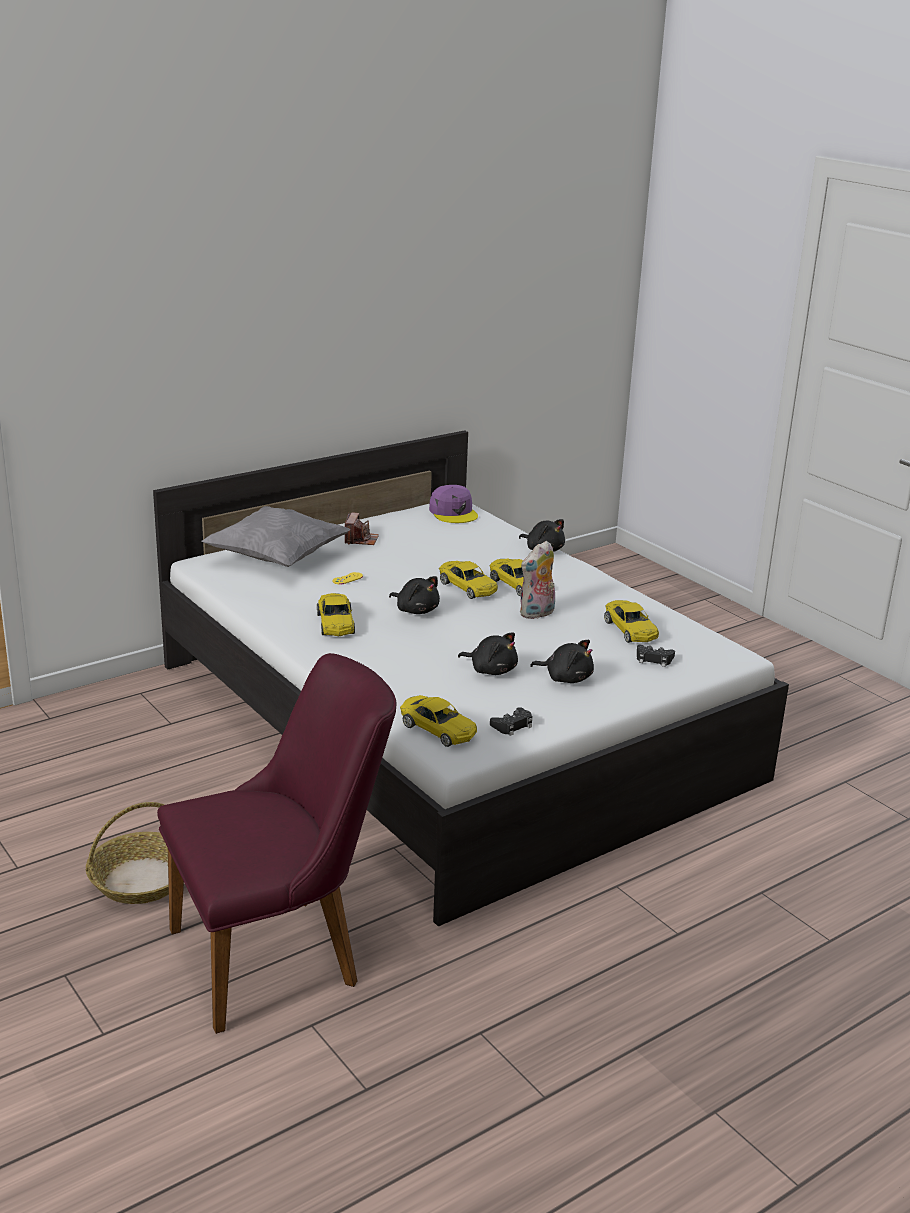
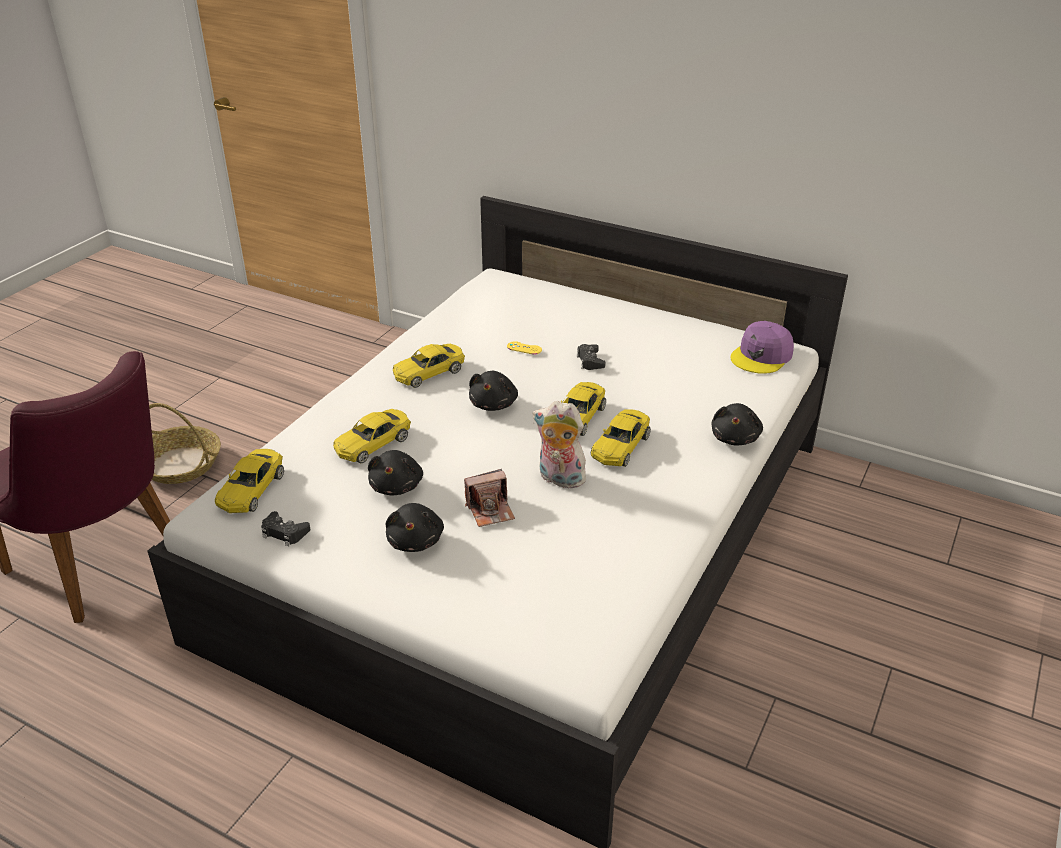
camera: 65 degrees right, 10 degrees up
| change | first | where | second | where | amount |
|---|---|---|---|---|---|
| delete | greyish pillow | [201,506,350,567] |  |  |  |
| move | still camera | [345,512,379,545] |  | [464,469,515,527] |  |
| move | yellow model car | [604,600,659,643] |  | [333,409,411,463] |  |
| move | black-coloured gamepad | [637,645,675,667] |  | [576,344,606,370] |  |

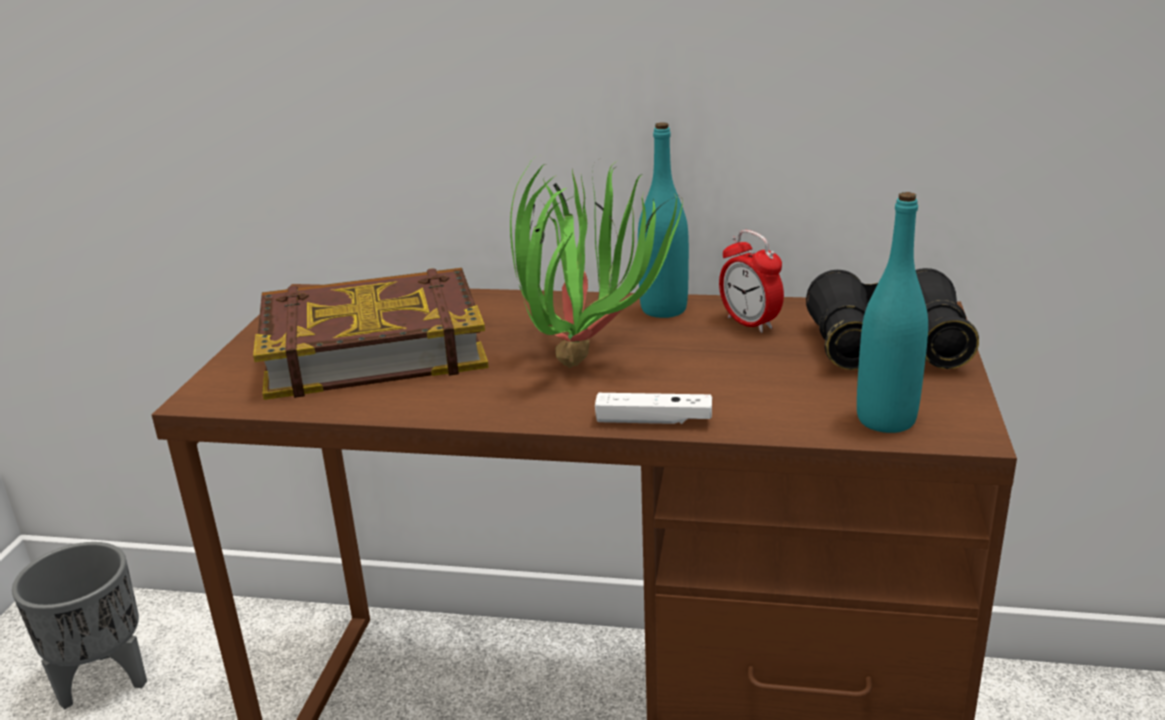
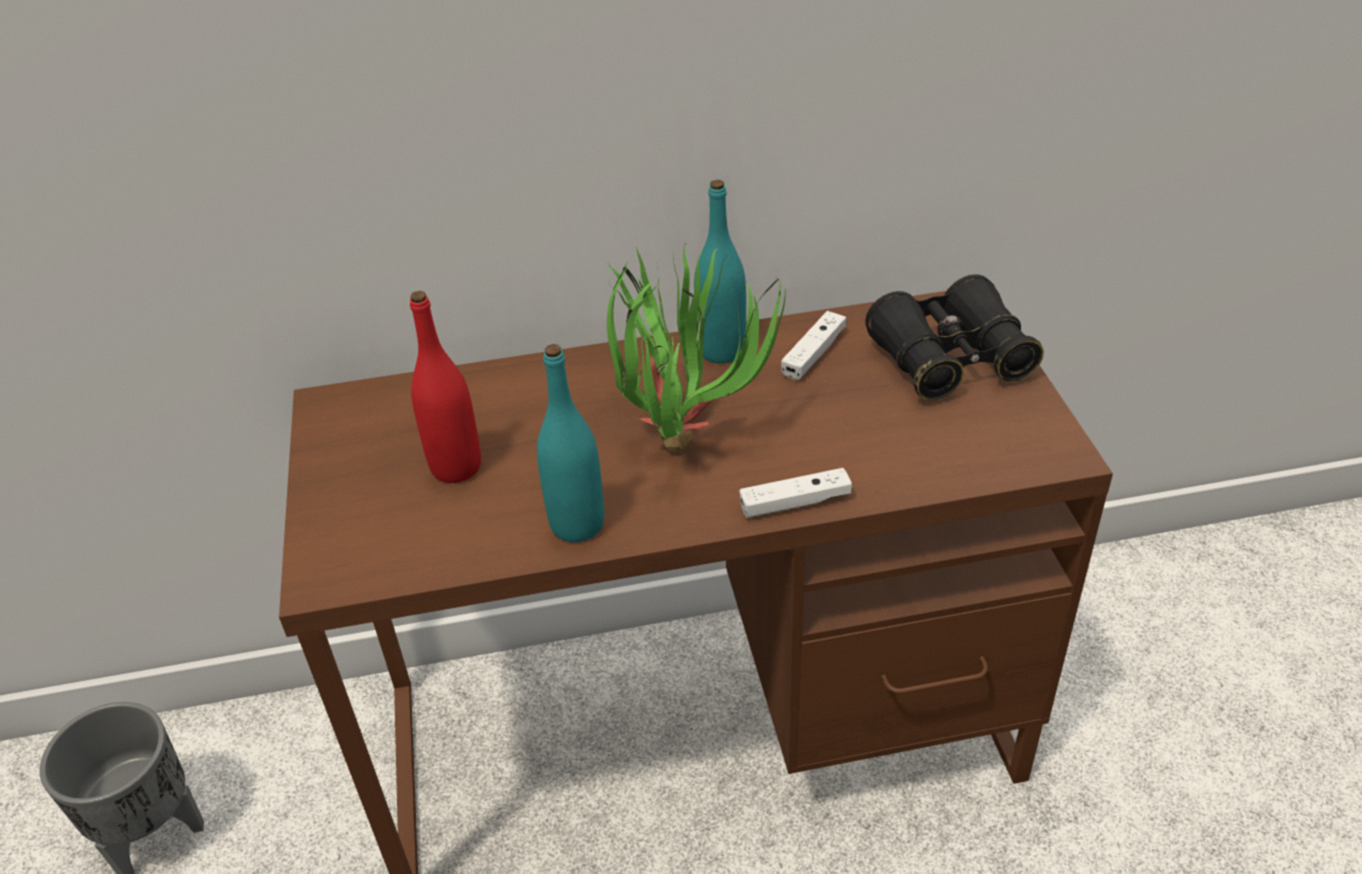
camera: 20 degrees left, 15 degrees up
| change | first | where | second | where | amount |
|---|---|---|---|---|---|
| move | blue-green beverage bottle | [857,192,928,433] |  | [537,344,604,542] |  |
| replace | book | [253,268,489,400] | reddish beverage bottle | [410,291,481,483] |  |
| replace | bedside clock | [719,230,784,333] | white-coloured gamepad | [781,311,846,380] |  |

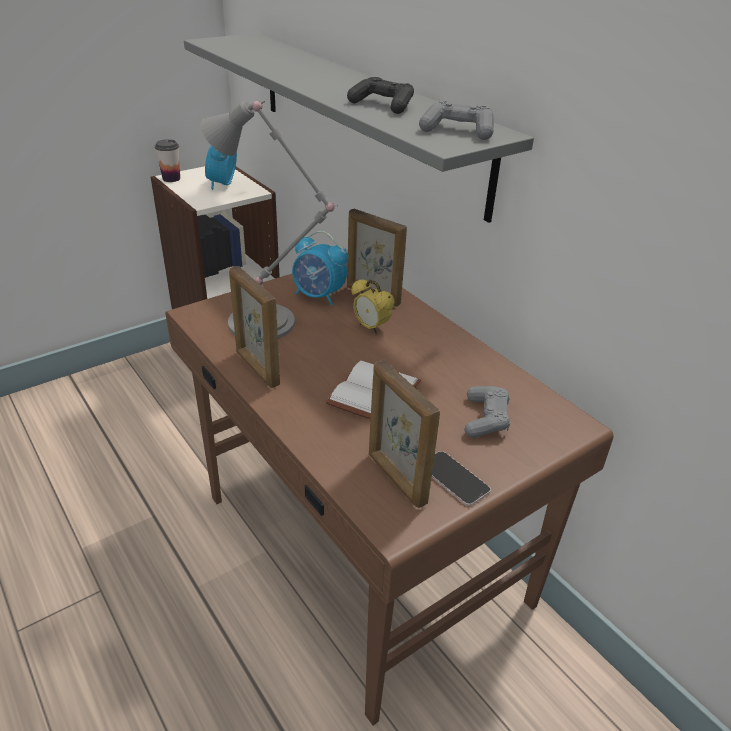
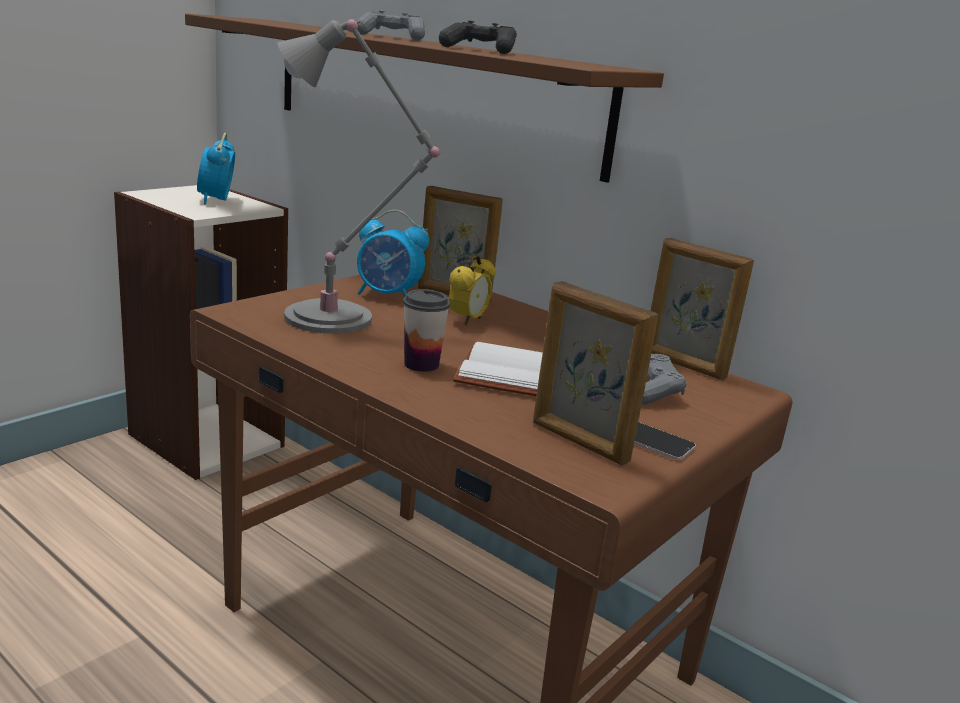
camera: 15 degrees left, 15 degrees down
| change | first | where | second | where | amount |
|---|---|---|---|---|---|
| move | drinking cup | [155,139,180,182] |  | [403,289,450,372] |  |
| move | standing frame | [229,266,280,388] |  | [651,238,754,380] |  |
| move | greyish gamepad | [419,101,494,140] |  | [356,11,425,41] |  |
| recolor | greyish shelf | [184,33,534,223] | brownish shelf | [185,13,664,183] |  |
| rotate | bedside clock | [351,279,395,334] |  | [449,254,495,325] | 90 degrees counterclockwise |

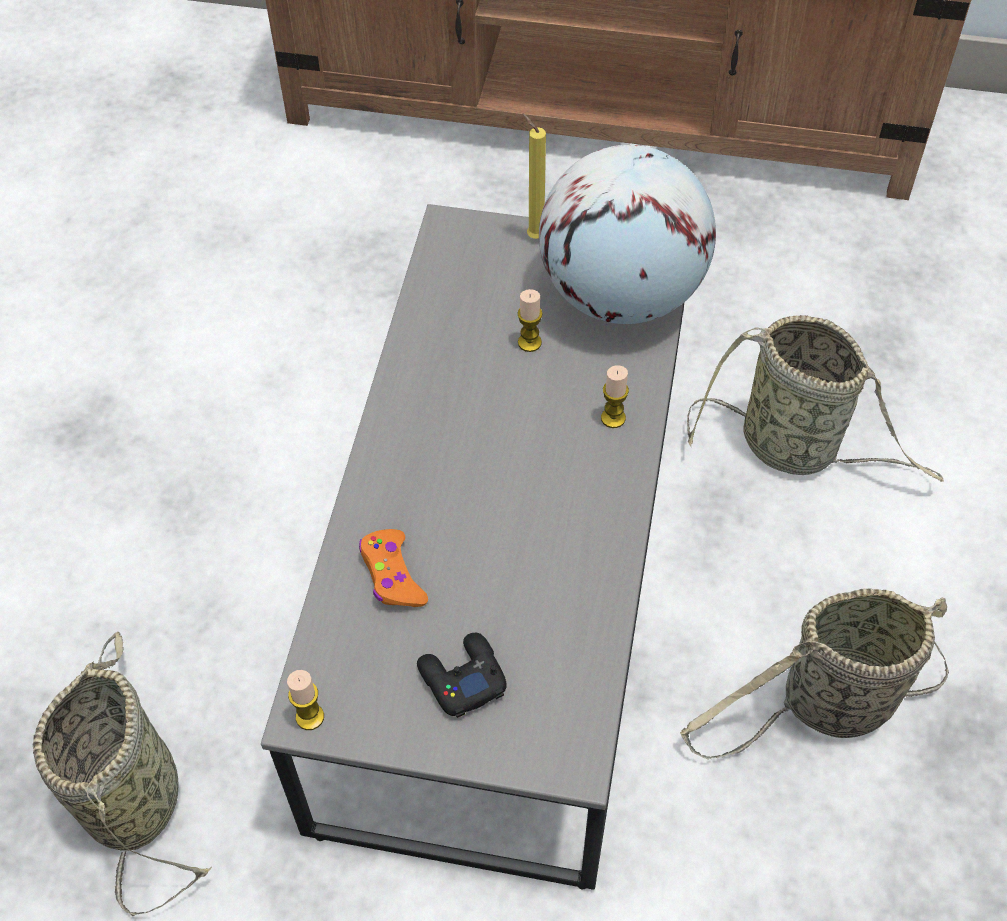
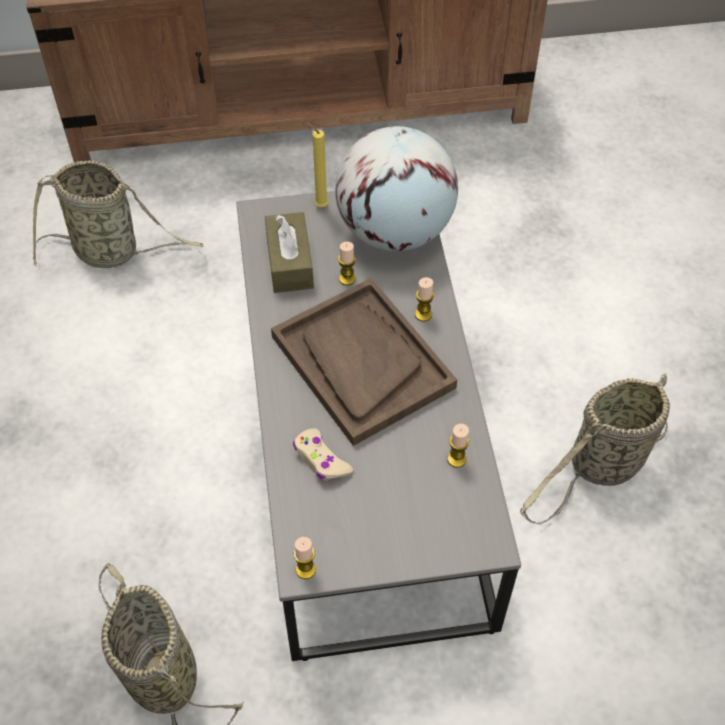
camera: 20 degrees left, 0 degrees up
| change | first | where | second | where | amount |
|---|---|---|---|---|---|
| delete | black-coloured gamepad | [417,633,507,718] |  |  |  |
| insert |  |  | brownish box of tissues | [265,212,314,293] |  |
| insert |  |  | brownish serving tray | [271,278,457,446] |  |
| insert |  |  | candle | [447,424,469,468] |  |
| move | basket | [687,315,944,482] |  | [33,160,204,268] |  |
| recolor | orange-coloured gamepad | [359,529,428,607] | sand-coloured gamepad | [293,428,353,480] |  |

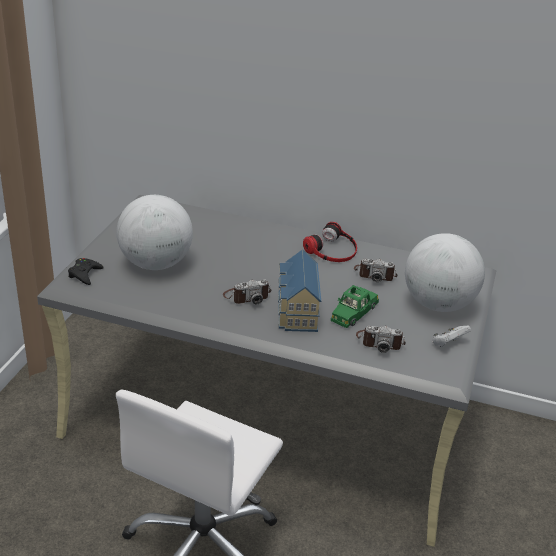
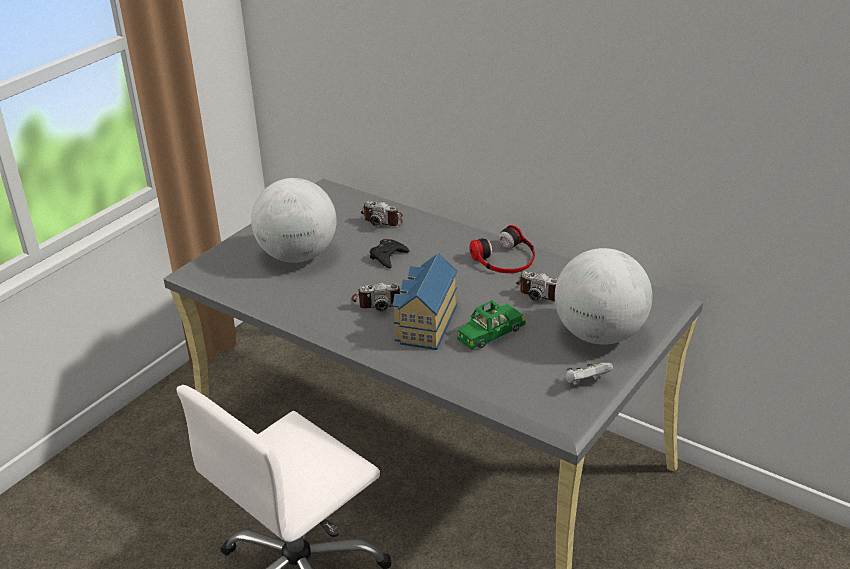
camera: 20 degrees right, 0 degrees up
| change | first | where | second | where | amount |
|---|---|---|---|---|---|
| move | black-coloured gamepad | [68,258,104,285] |  | [370,239,409,268] |  |
| move | still camera | [356,326,406,353] |  | [361,201,403,226] |  |

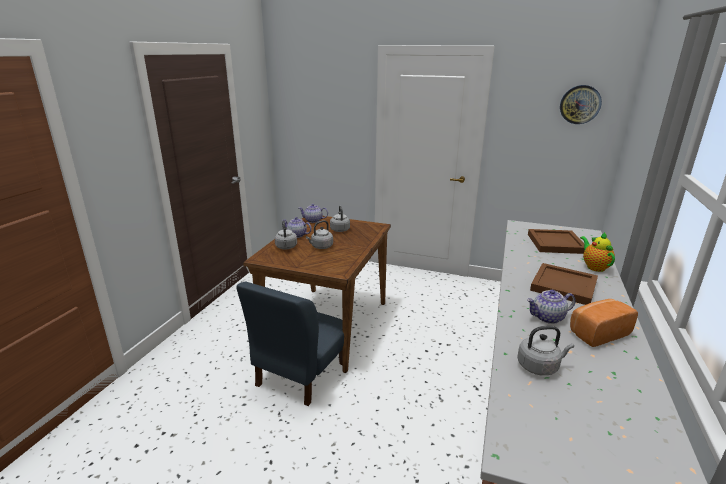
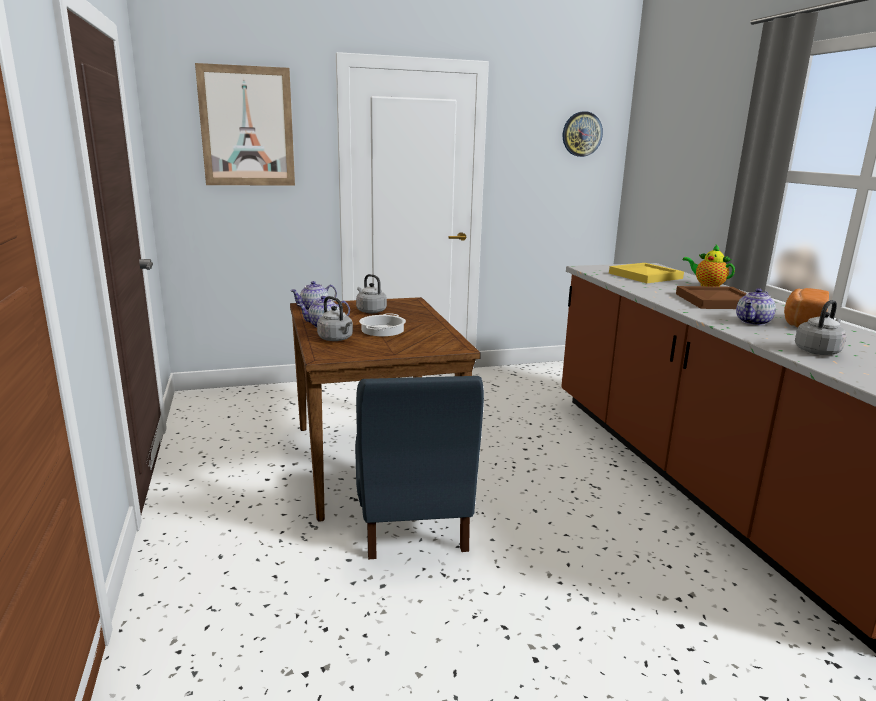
camera: 35 degrees left, 5 degrees down
| change | first | where | second | where | amount |
|---|---|---|---|---|---|
| insert |  |  | wall picture | [195,63,295,186] |  |
| replace | greyish water kettle | [306,220,333,249] | stockpot | [359,313,406,336] |  |
| recolor | brownish serving tray | [528,229,585,254] | yellow serving tray | [609,263,684,283] |  |

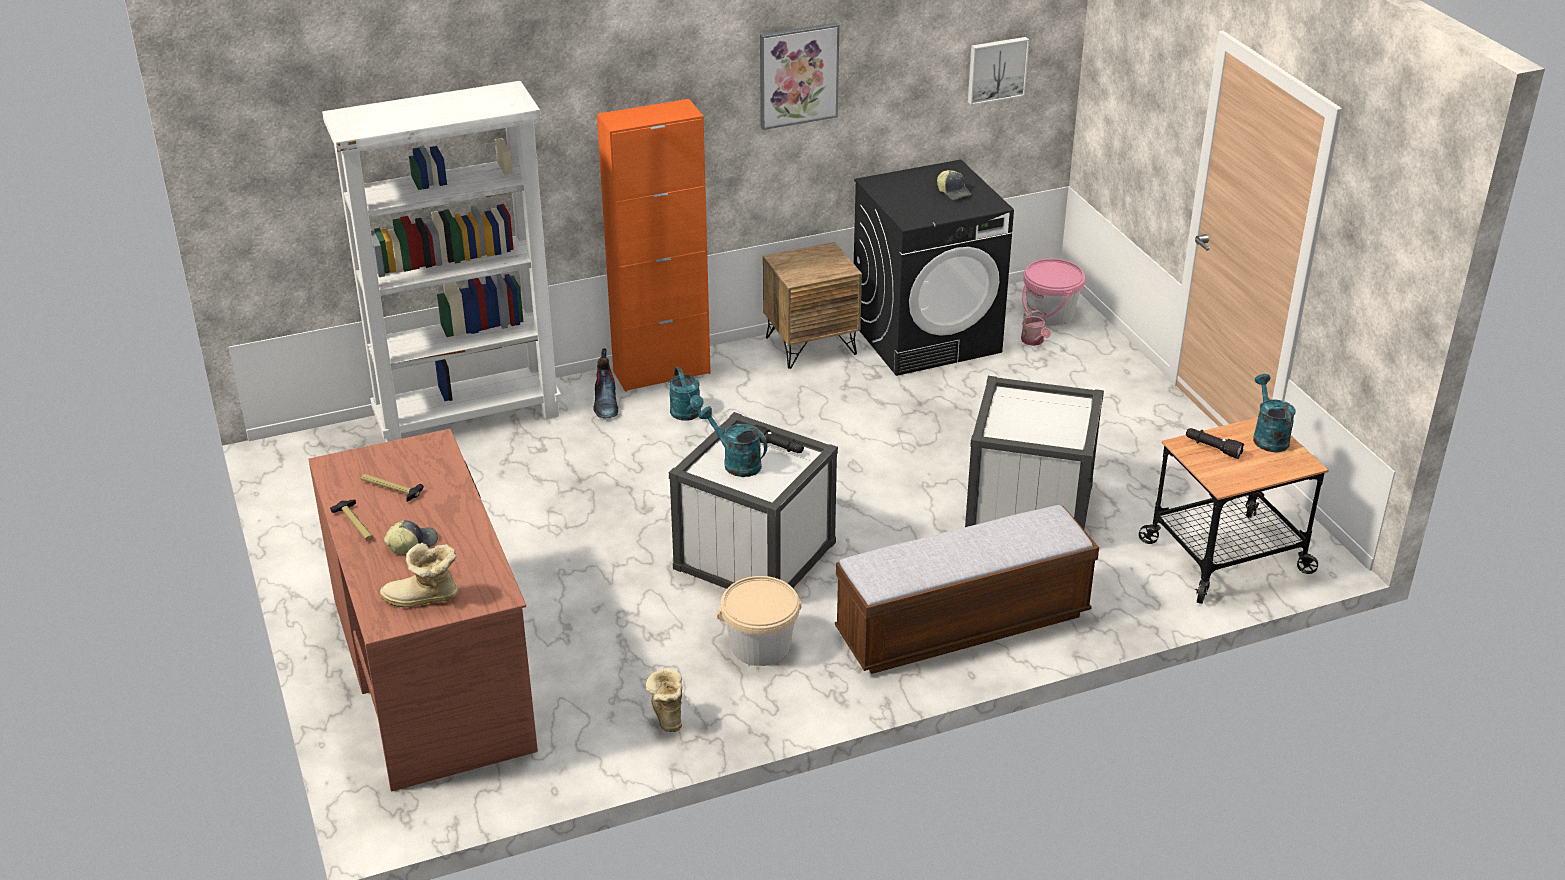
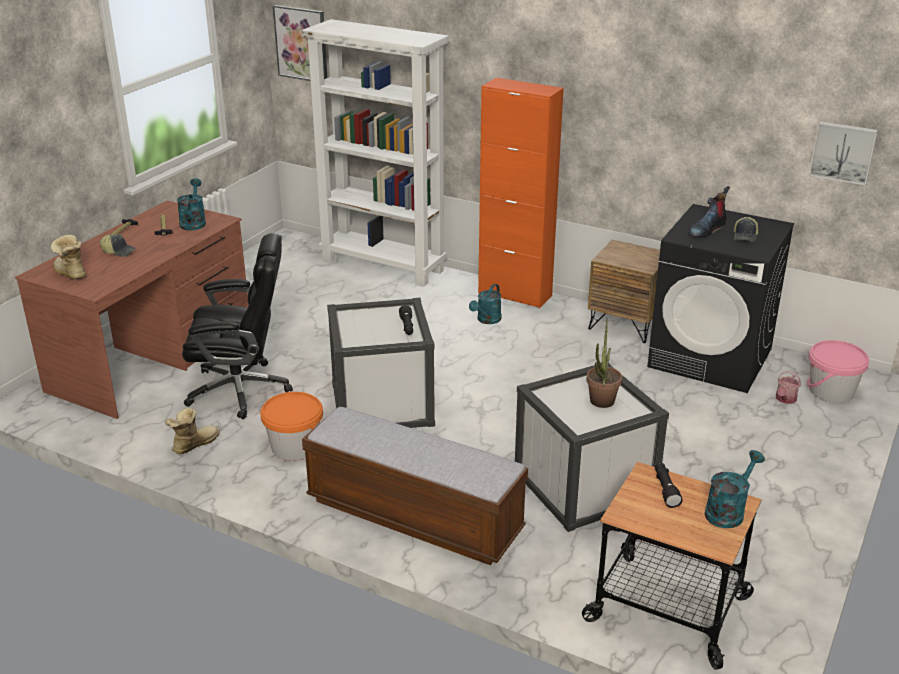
camera: 50 degrees right, 5 degrees down
| change | first | where | second | where | amount |
|---|---|---|---|---|---|
| insert |  |  | black-coloured desk chair | [182,233,293,419] |  |
| insert |  |  | plant in a pot | [586,318,622,408] |  |
| move | boot | [594,349,618,419] |  | [689,186,730,237] |  |
| move | blue-green watering pot | [699,406,767,477] |  | [177,178,206,231] |  |
| move | wall picture | [760,22,840,130] |  | [273,5,327,81] |  |
| recolor | sand-coloured pail | [717,576,802,666] | orange-coloured pail | [260,392,323,461] |  |

